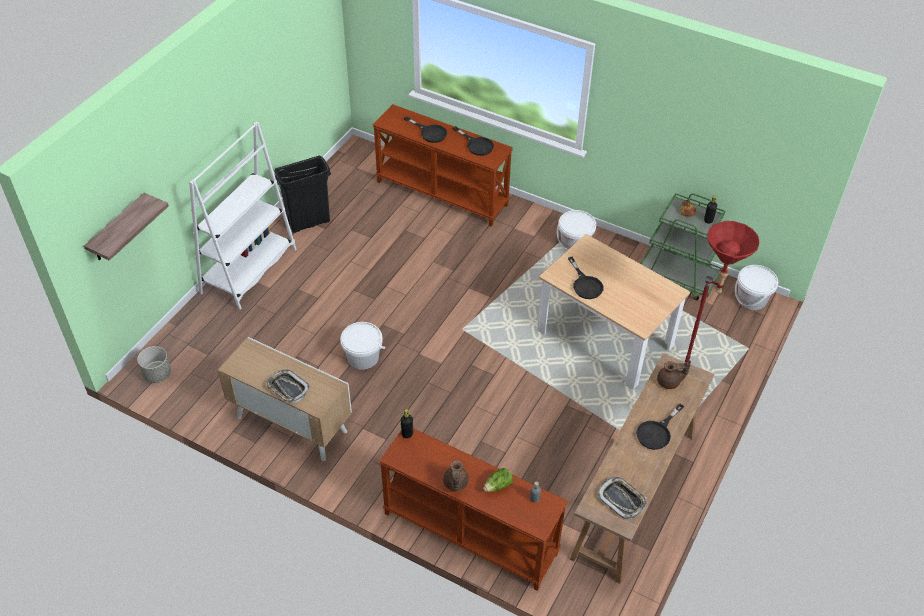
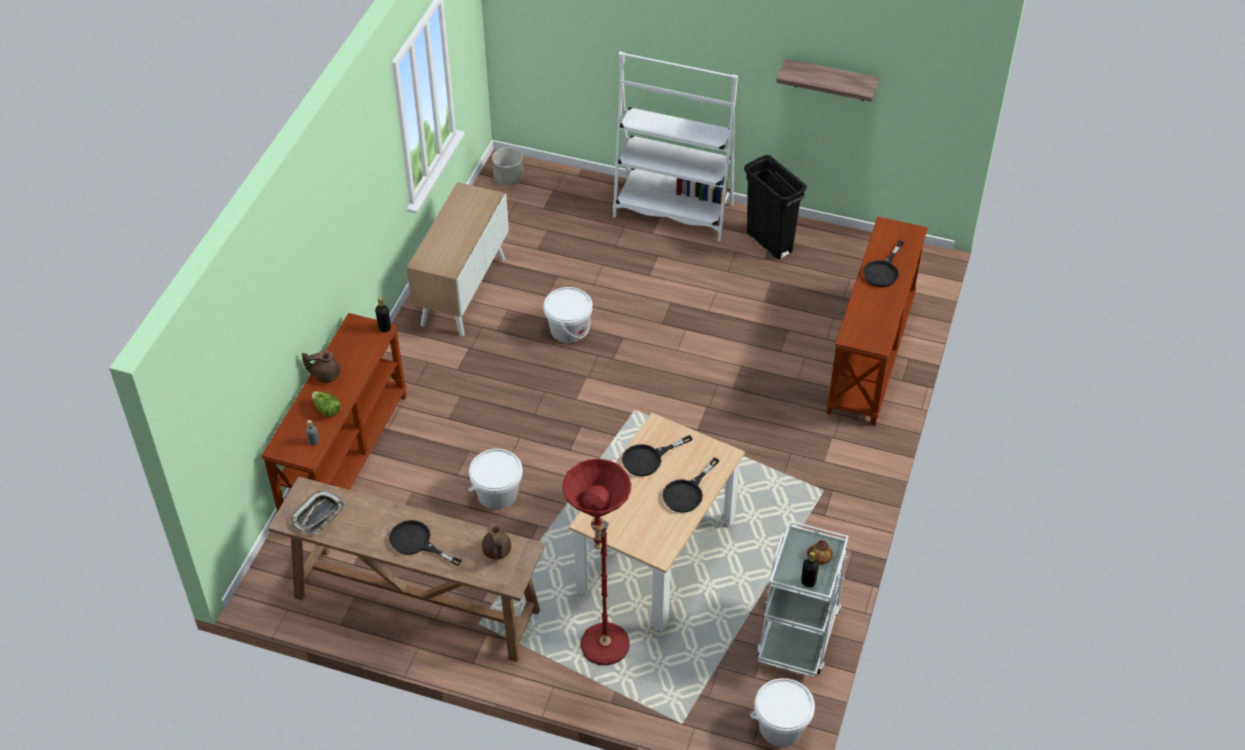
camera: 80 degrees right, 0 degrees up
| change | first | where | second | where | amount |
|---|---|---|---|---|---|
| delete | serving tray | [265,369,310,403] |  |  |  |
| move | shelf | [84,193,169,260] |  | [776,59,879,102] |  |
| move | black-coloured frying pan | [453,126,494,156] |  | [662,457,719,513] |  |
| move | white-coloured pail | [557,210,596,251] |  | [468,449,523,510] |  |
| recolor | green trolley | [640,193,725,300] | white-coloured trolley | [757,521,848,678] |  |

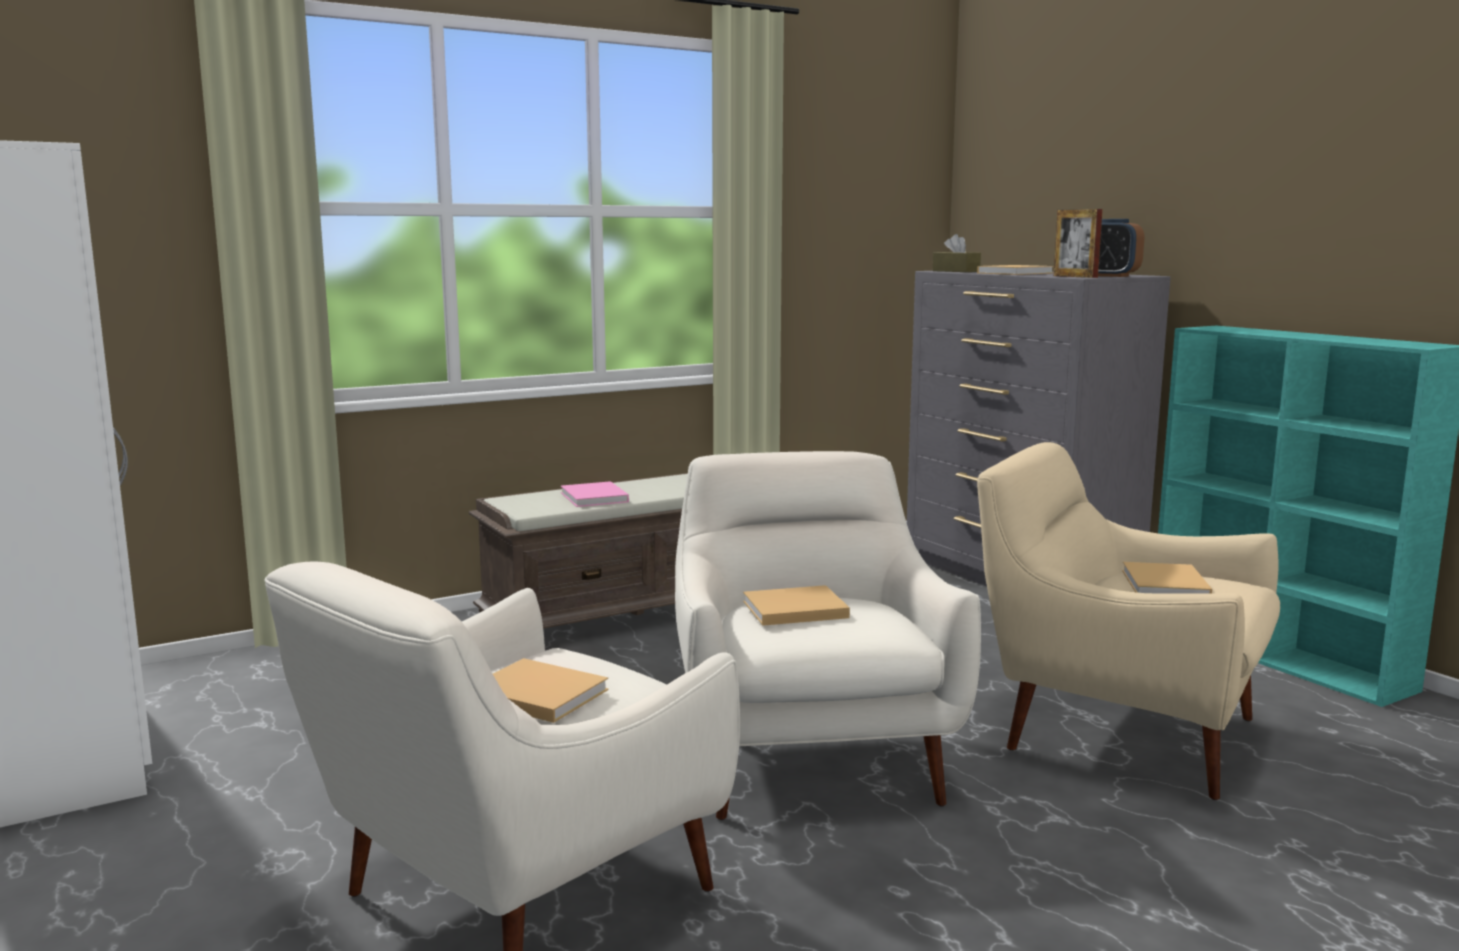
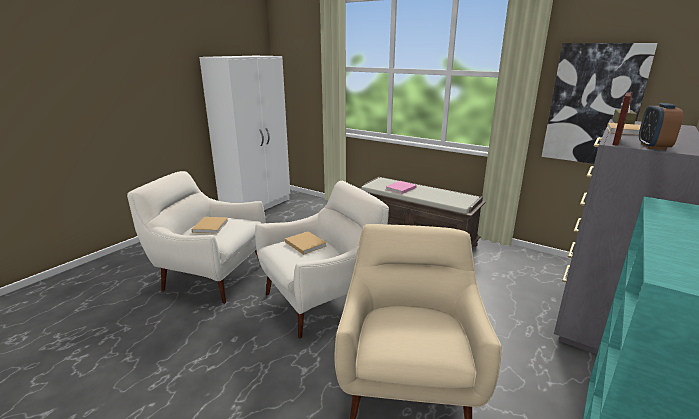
camera: 65 degrees right, 10 degrees up
| change | first | where | second | where | amount |
|---|---|---|---|---|---|
| delete | sand-coloured book | [1122,562,1212,594] |  |  |  |
| insert |  |  | wall picture | [542,43,658,164] |  |

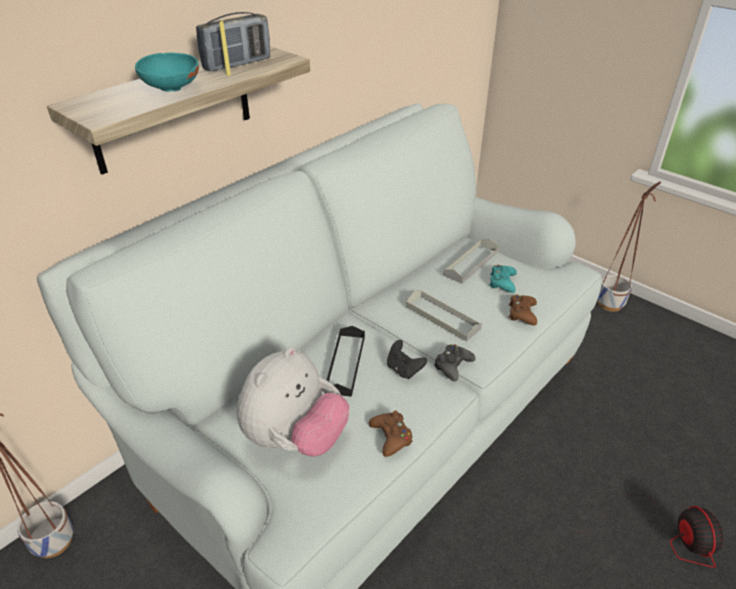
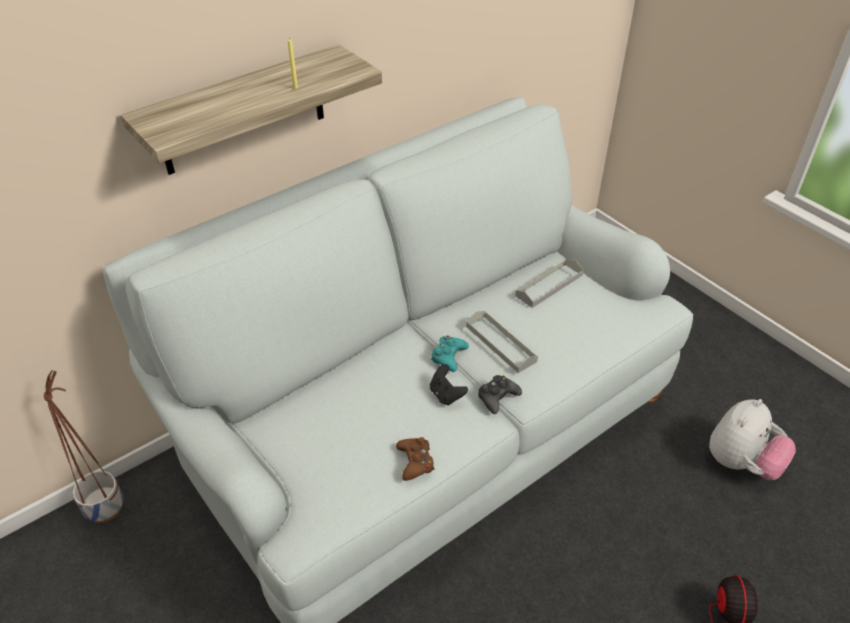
camera: 10 degrees right, 5 degrees up
| change | first | where | second | where | amount |
|---|---|---|---|---|---|
| delete | blue-green deep dish | [135,53,199,91] |  |  |  |
| delete | radio set | [196,12,270,72] |  |  |  |
| delete | black-coloured serving tray | [325,326,365,397] |  |  |  |
| delete | brownish gamepad | [508,295,537,325] |  |  |  |
| delete | planter | [598,181,661,312] |  |  |  |
| move | soft toy | [237,347,349,456] |  | [709,399,796,480] |  |
| move | blue-green gamepad | [489,265,517,293] |  | [431,336,469,372] |  |

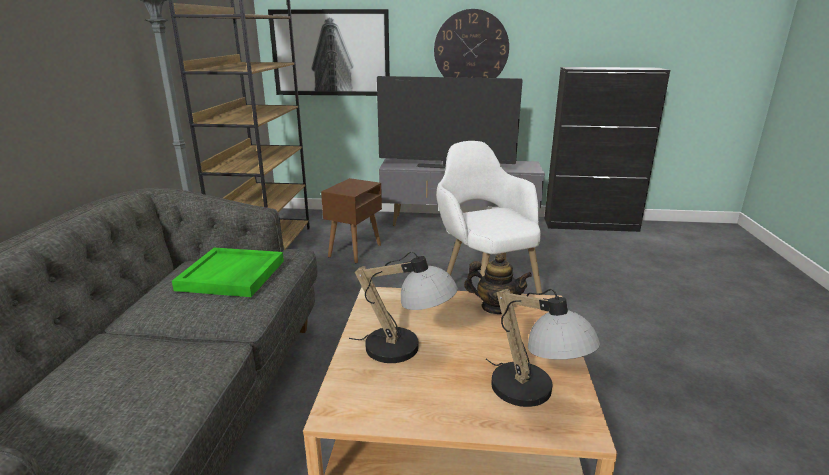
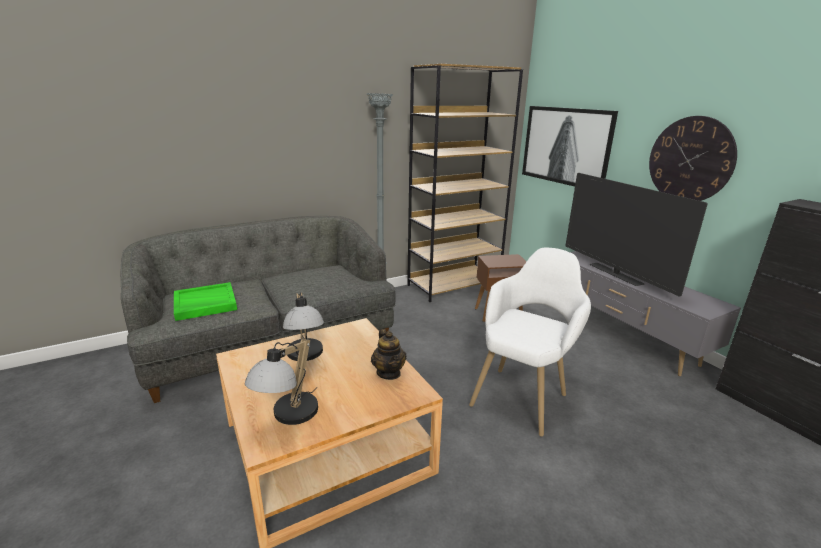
camera: 55 degrees right, 0 degrees up
| change | first | where | second | where | amount |
|---|---|---|---|---|---|
| move | green serving tray | [172,248,284,297] |  | [174,282,237,321] |  |

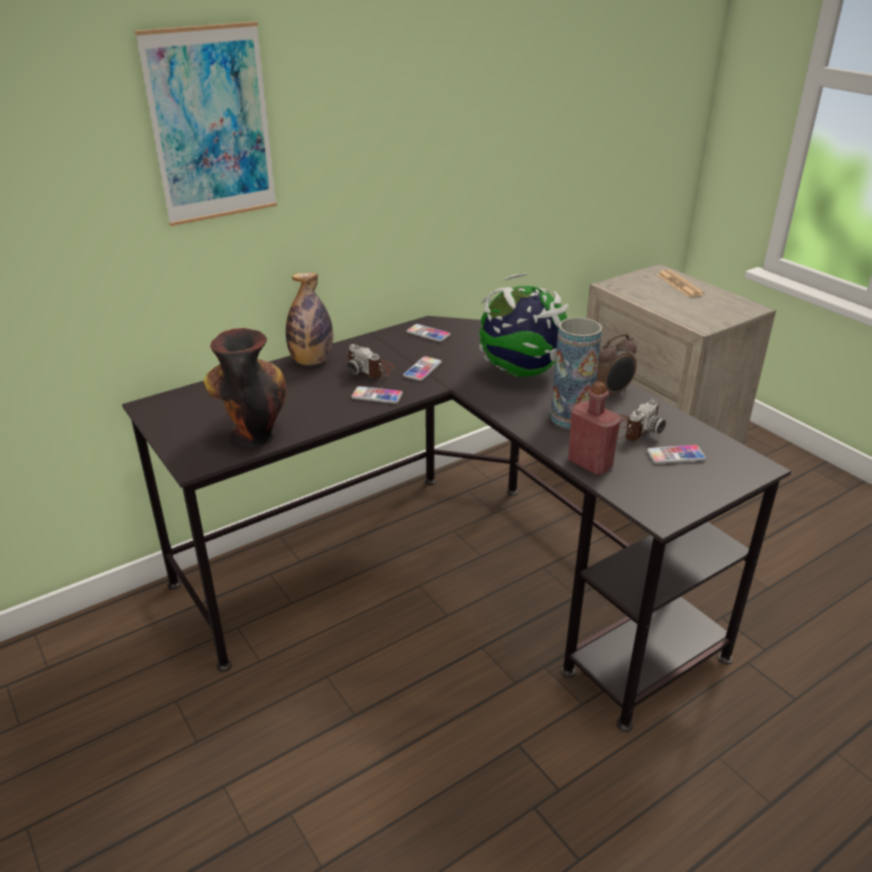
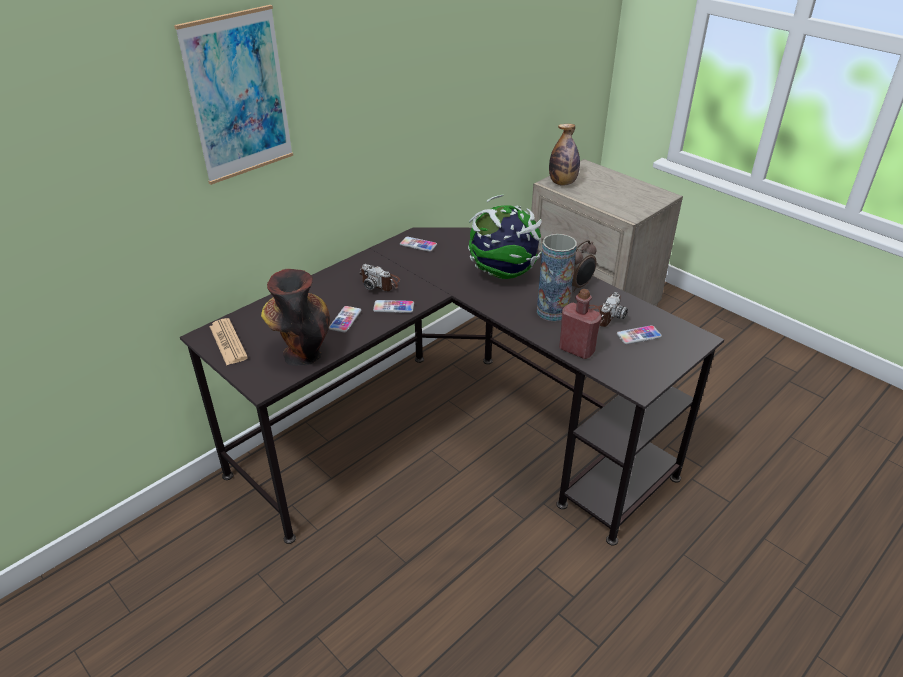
camera: 10 degrees left, 5 degrees up
| change | first | where | second | where | amount |
|---|---|---|---|---|---|
| move | beverage bottle | [286,273,333,365] |  | [549,124,580,186] |  |
| move | handset | [403,356,442,381] |  | [329,306,361,333] |  |
| move | printed paper | [657,270,705,297] |  | [209,318,248,365] |  |

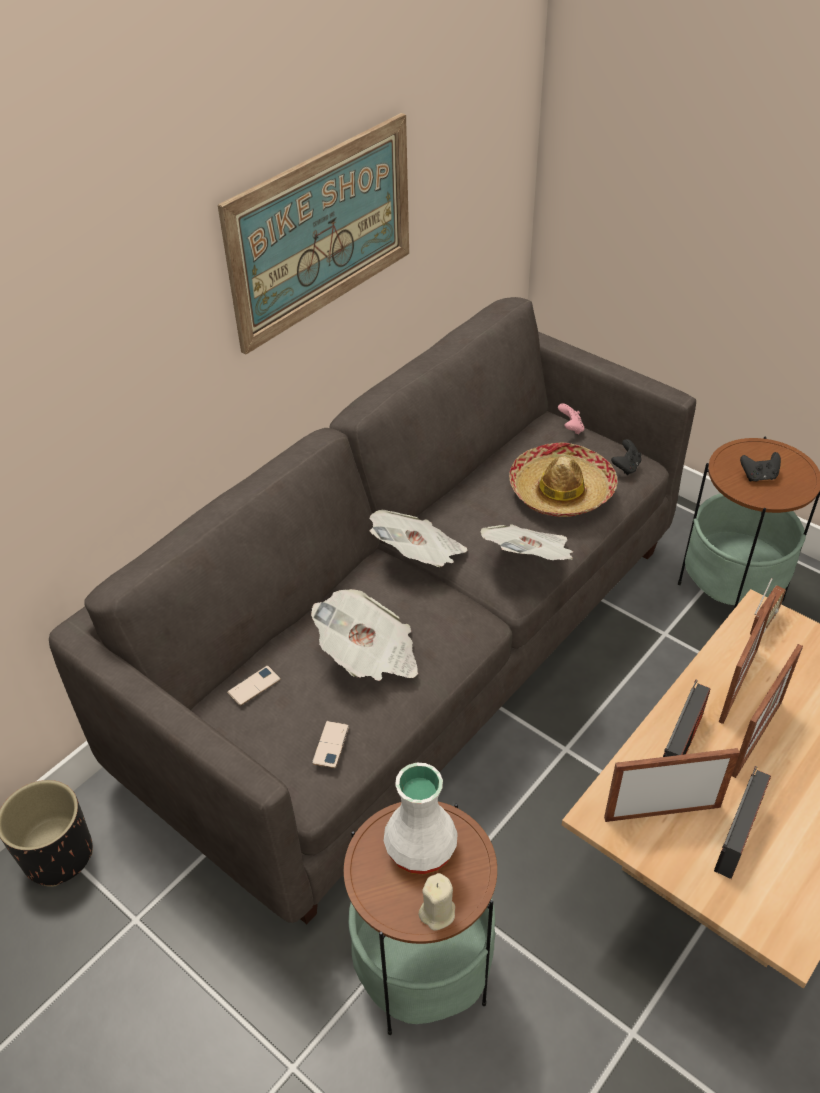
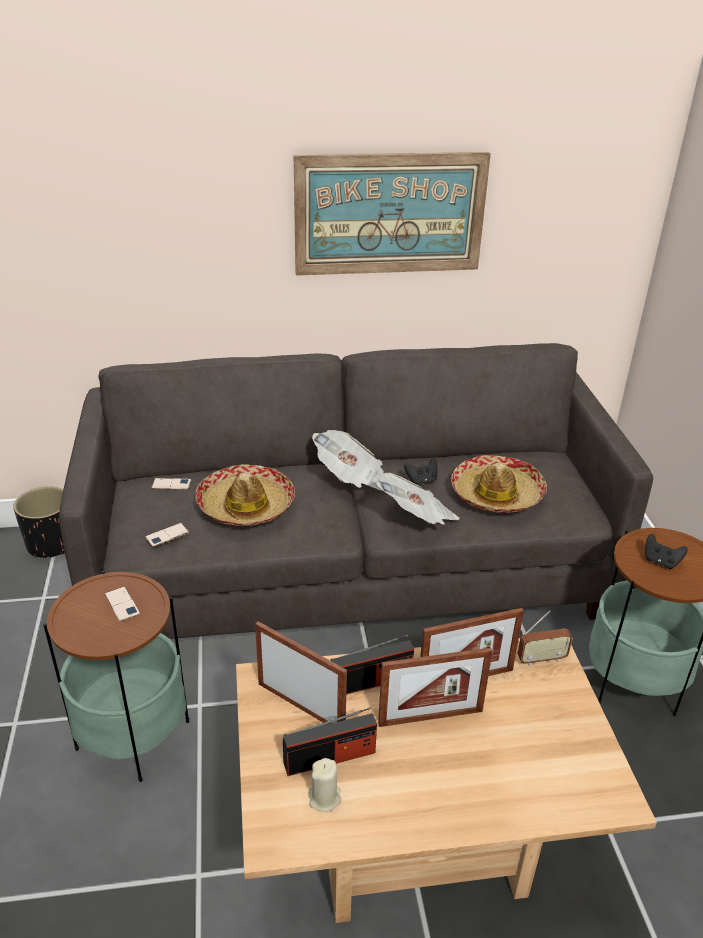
camera: 40 degrees right, 10 degrees down
| change | first | where | second | where | amount |
|---|---|---|---|---|---|
| delete | pink gamepad | [558,403,584,435] |  |  |  |
| move | sand-coloured candle | [418,873,455,931] |  | [309,758,341,812] |  |
| move | black-coloured gamepad | [611,439,642,475] |  | [404,459,438,484] |  |
| replace | printed paper | [311,589,418,681] | wearable hat | [195,464,295,526] |  |
| replace | white-coloured decorative vase | [383,763,458,874] | handset | [105,586,140,622] |  |

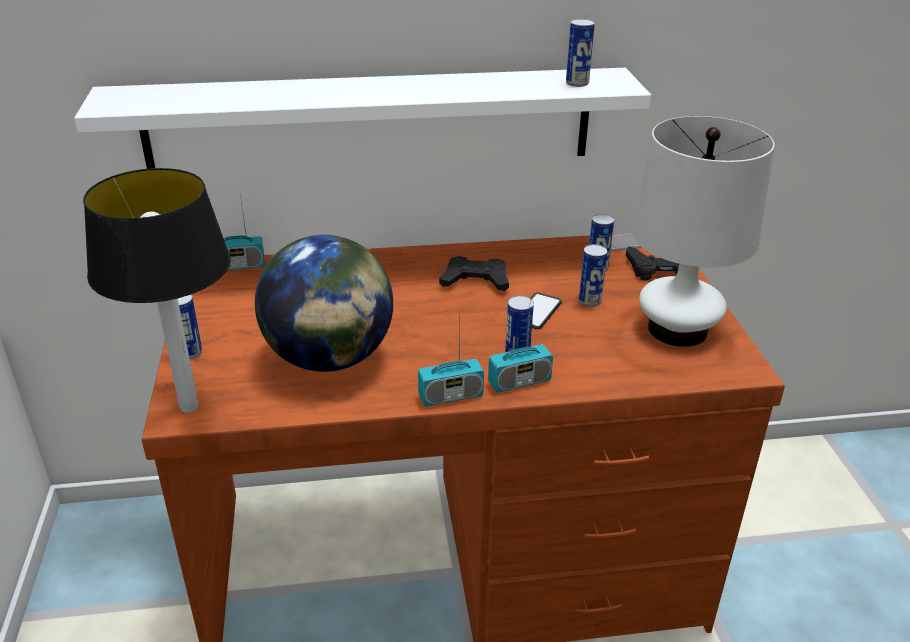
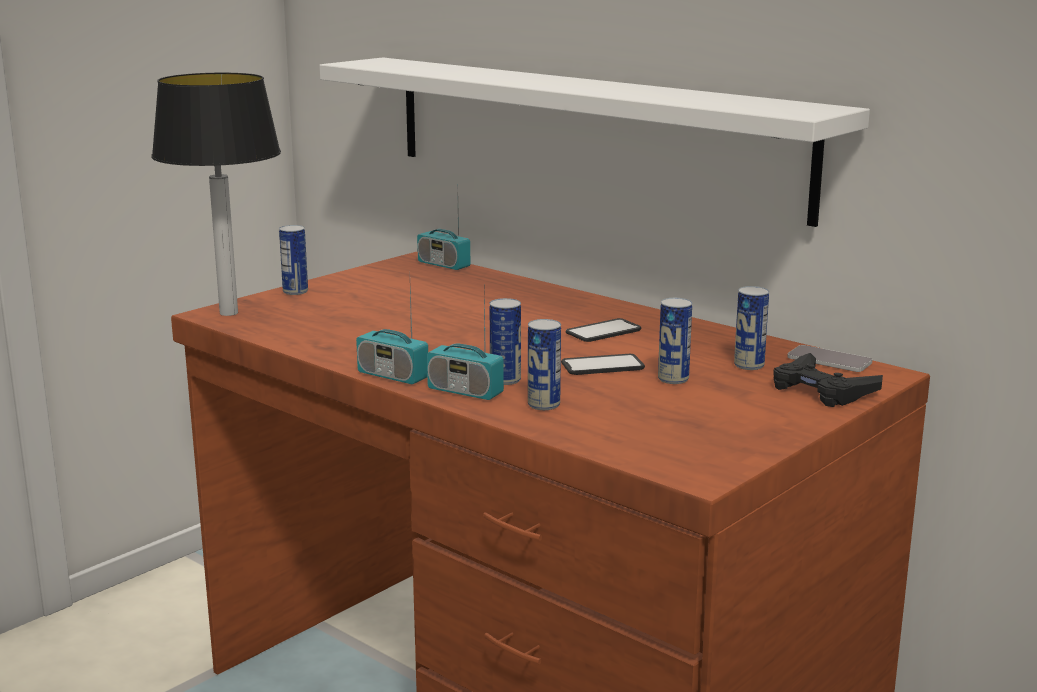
camera: 50 degrees right, 15 degrees down
| change | first | where | second | where | amount |
|---|---|---|---|---|---|
| delete | desk globe | [255,235,393,372] |  |  |  |
| delete | white-coloured lamp for a table | [632,116,775,347] |  |  |  |
| move | can | [566,19,595,87] |  | [528,319,561,410] |  |
| replace | black-coloured gamepad | [439,256,509,291] | handset | [565,318,641,342] |  |

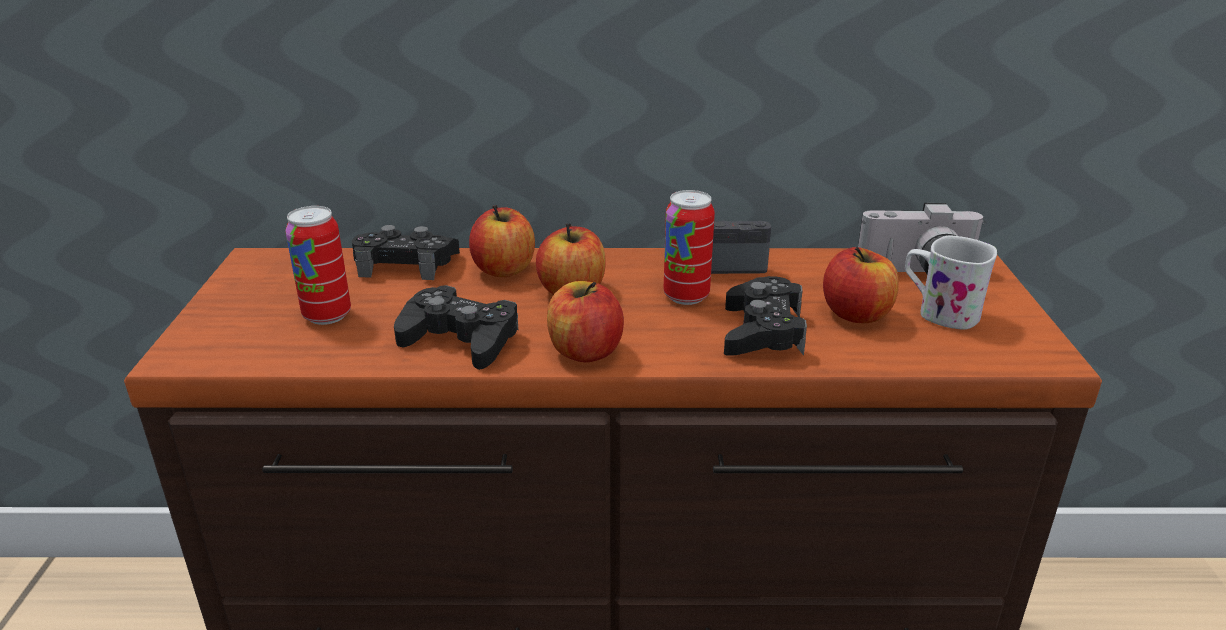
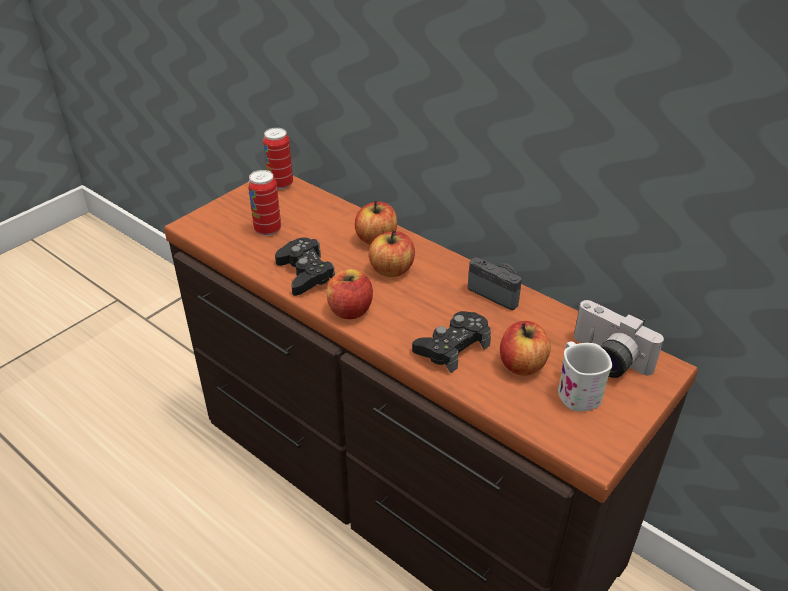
camera: 40 degrees right, 10 degrees up
| change | first | where | second | where | amount |
|---|---|---|---|---|---|
| delete | black-coloured gamepad | [352,225,460,280] |  |  |  |
| move | can | [664,190,715,305] |  | [263,128,293,189] |  |

